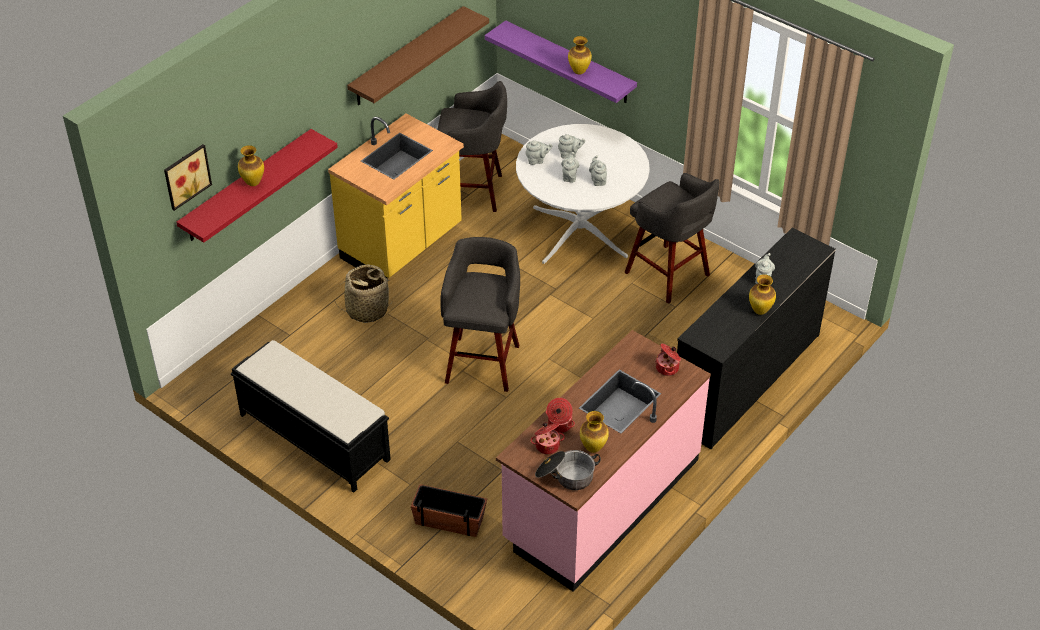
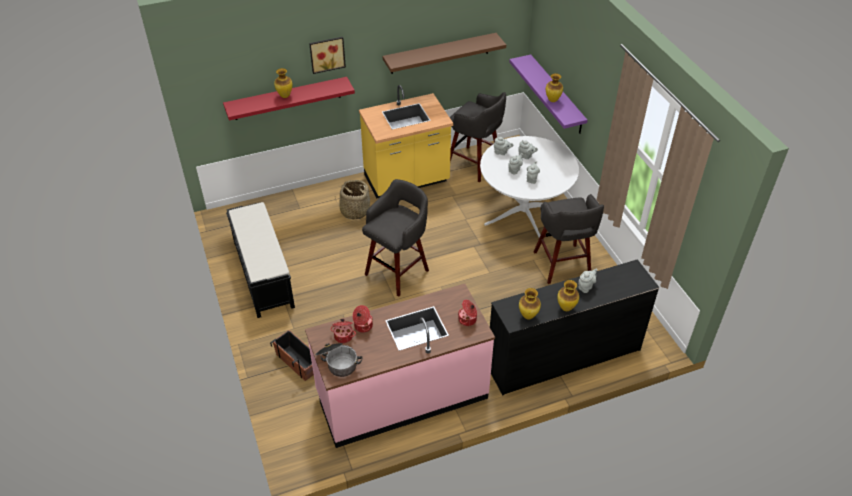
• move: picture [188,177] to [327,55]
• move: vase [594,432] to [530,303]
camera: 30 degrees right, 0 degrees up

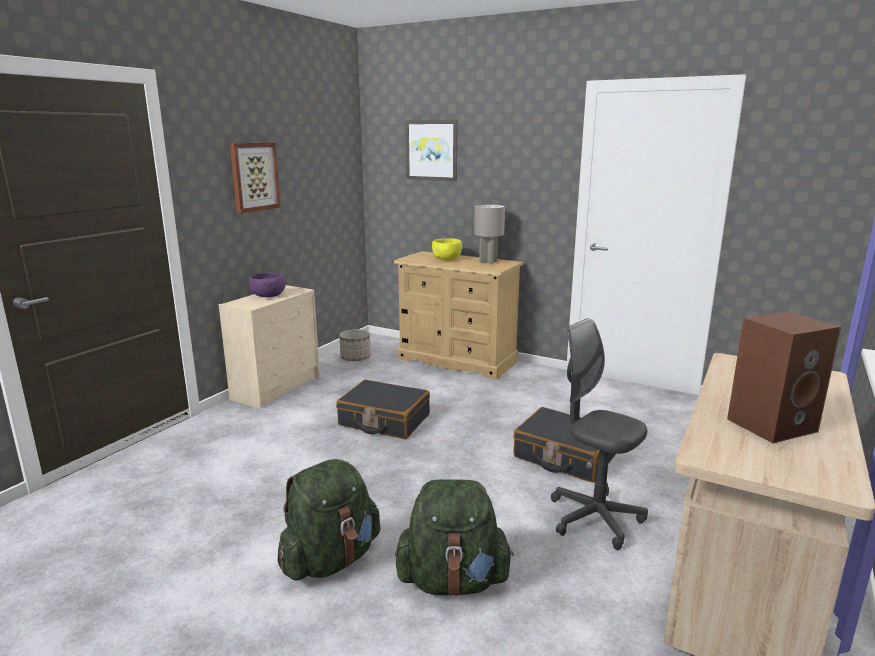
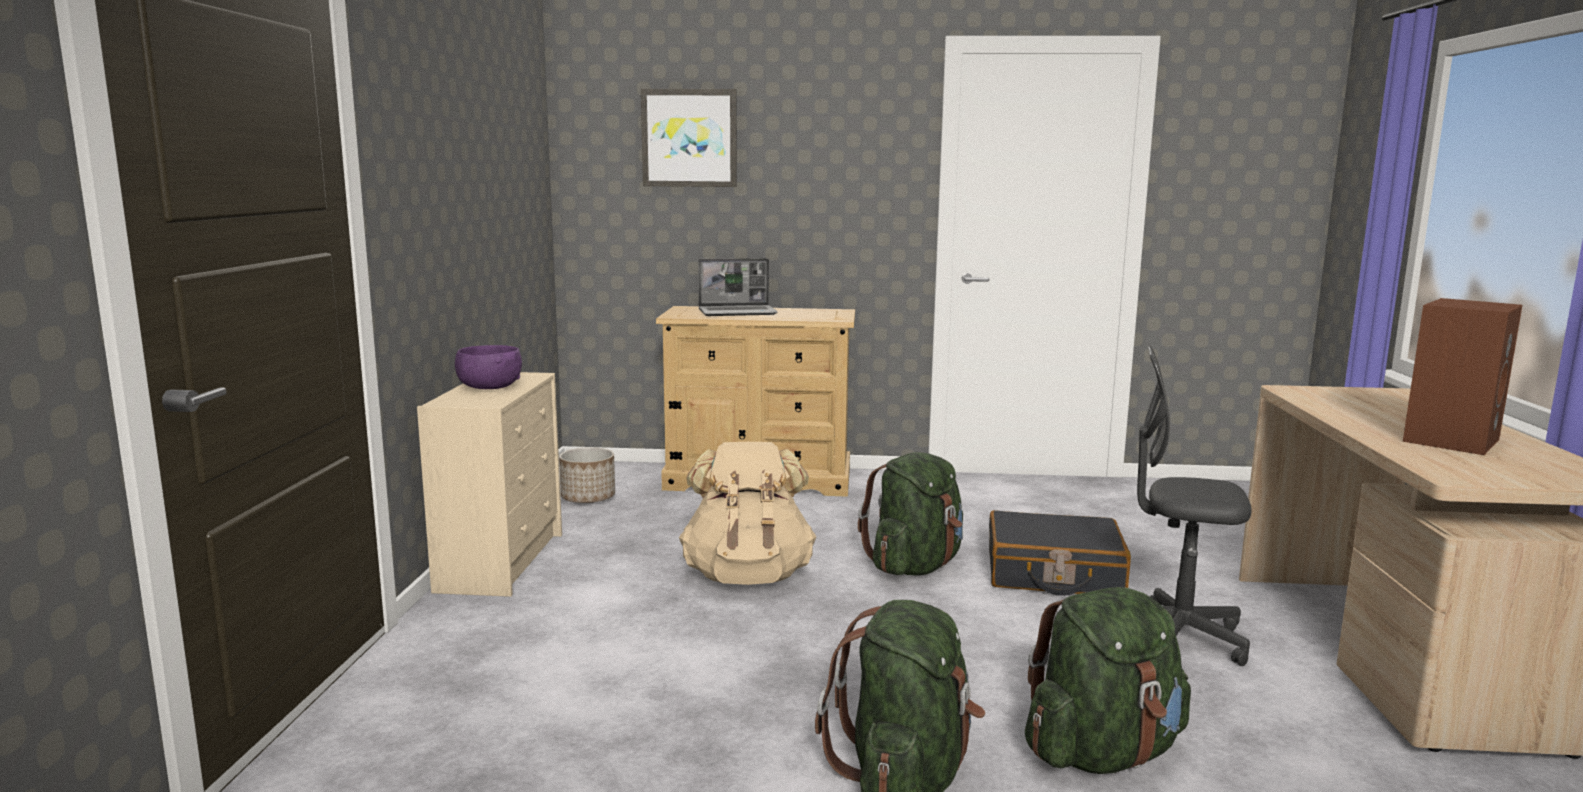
• replace: black suitcase [383,409] to beige backpack [748,513]
• replace: yellow bowl [447,249] to laptop [738,287]
• insert: green backpack [910,514]
• delete: picture [255,178]
• delete: grey table lamp [489,234]
camera: 25 degrees left, 5 degrees down

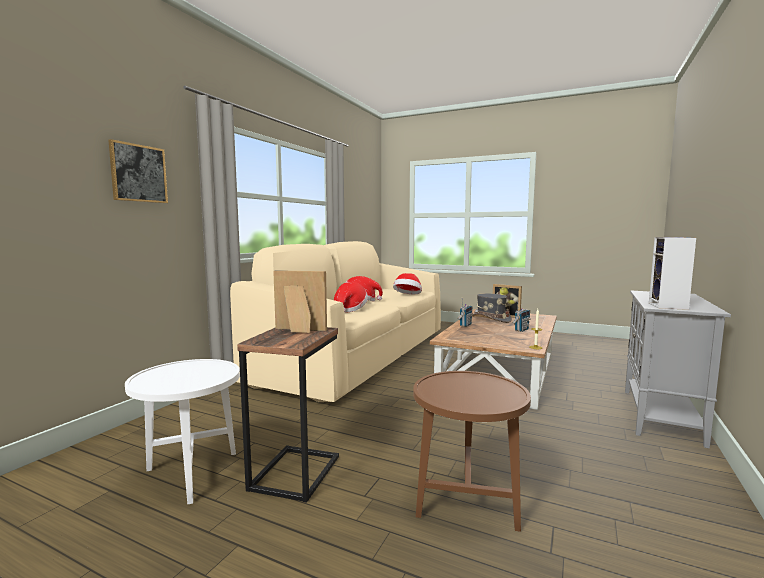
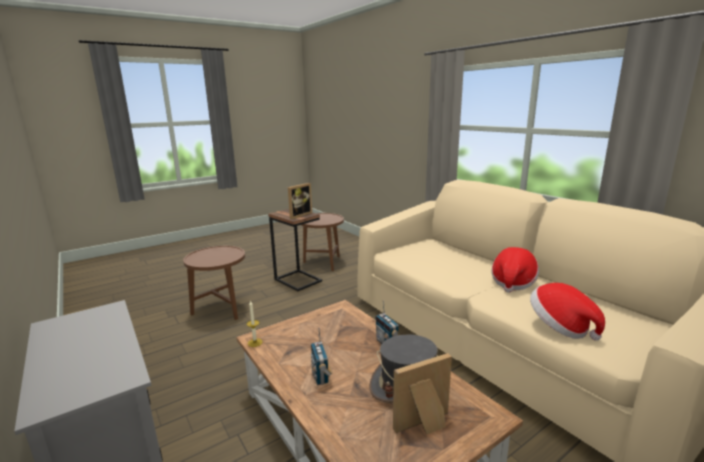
• recolor: white side table [182,432] to brown side table [322,242]
• delete: picture [138,171]
• delete: hat [351,297]
• delete: speaker [672,273]
camera: 120 degrees right, 10 degrees up

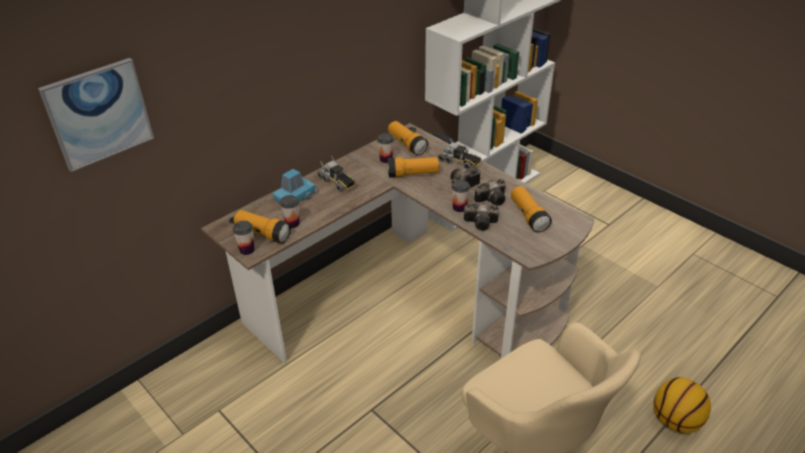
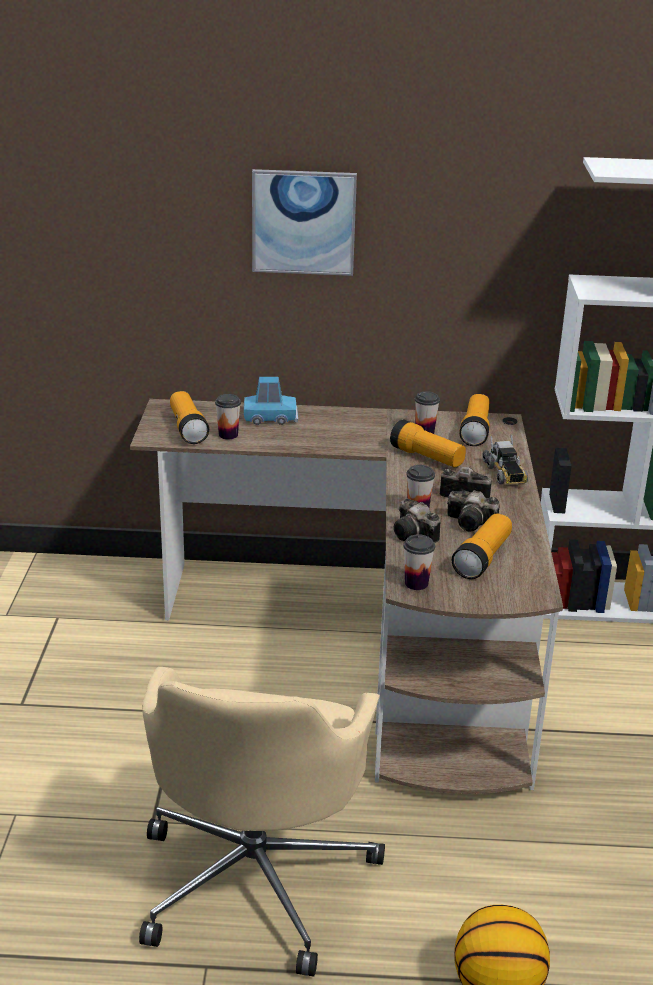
• move: picture [96,115] to [304,222]
• move: cup [244,238] to [419,562]
• delete: toy truck [336,173]
camera: 45 degrees right, 10 degrees down

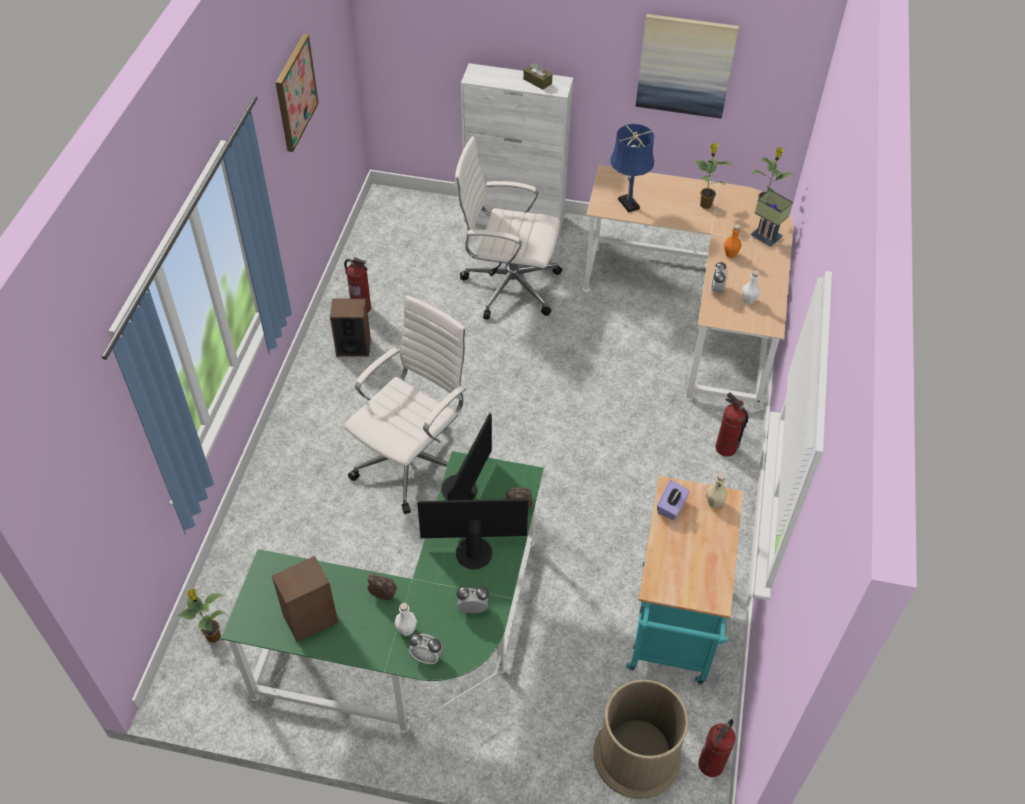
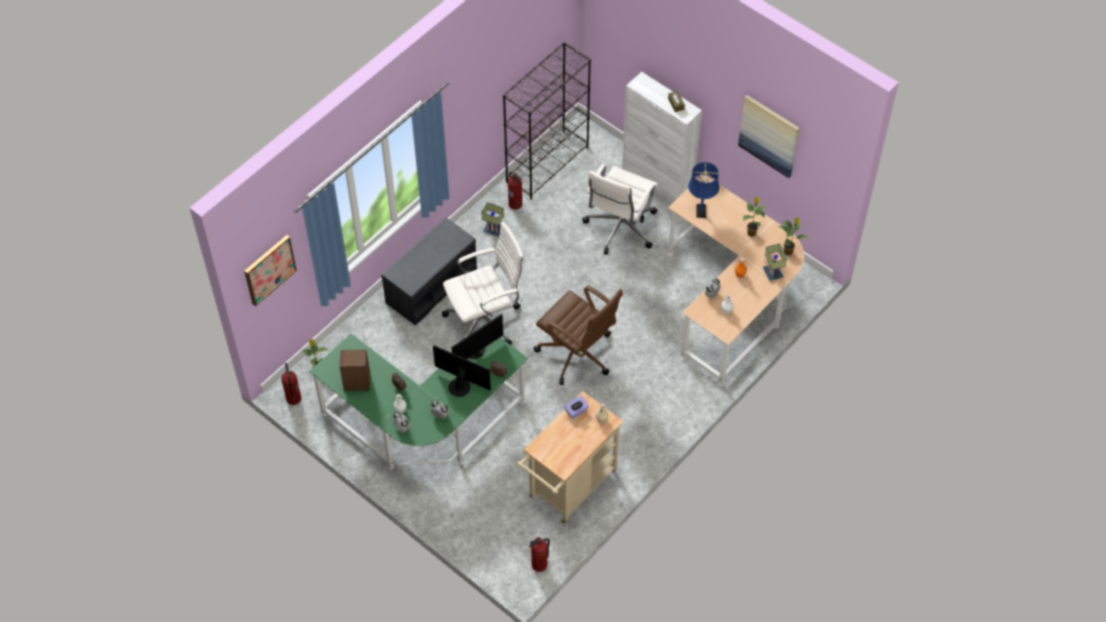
• move: picture [297,93] to [270,270]
• move: fire extinguisher [732,424] to [291,384]
• insert: grey bench [429,272]
• replace: speaker [350,327] to table lamp [492,219]
• insert: black bookcase [547,121]
• recolor: turquoise cart [684,580] to beige cart [570,457]
• insert: brown office chair [578,335]
• rotate: white office chair [508,228] = [620,209] 105 degrees counterclockwise
• delete: brown trash can [640,739]
camera: 30 degrees right, 5 degrees up

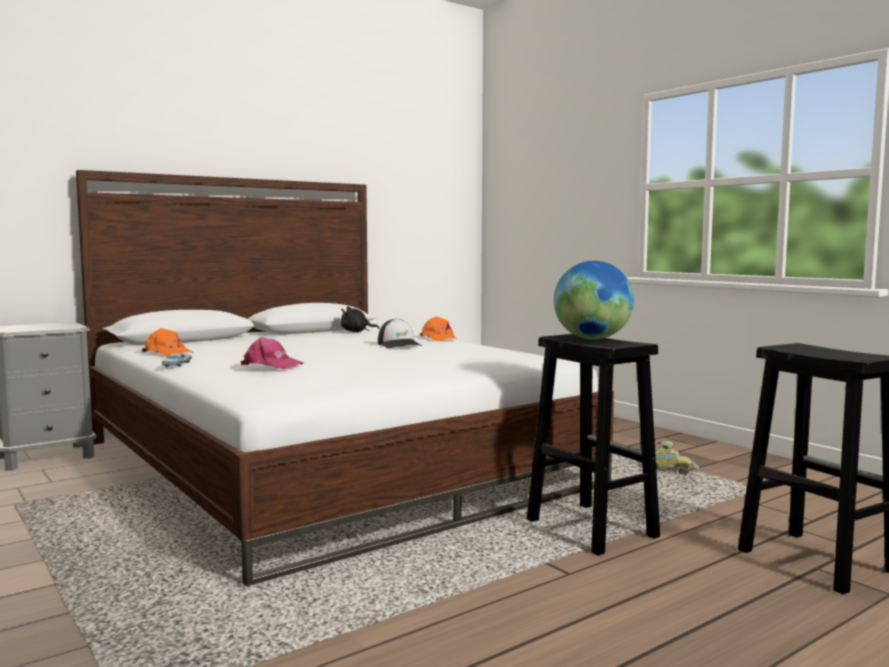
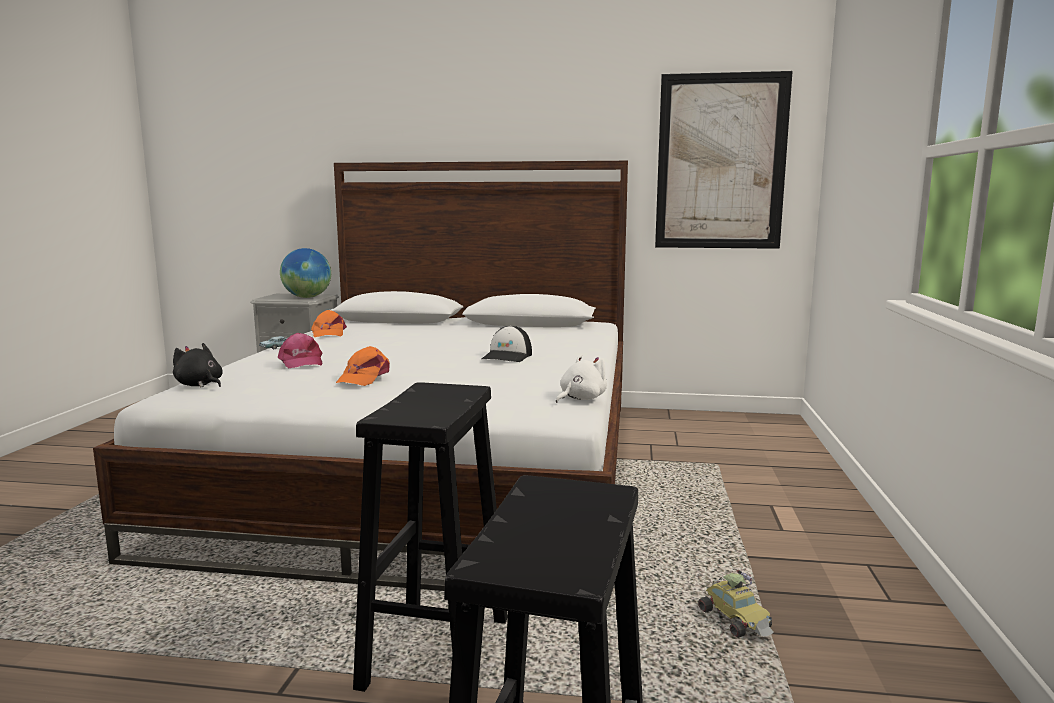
• move: black plush toy [359,319] to [198,365]
• move: globe [594,300] to [305,273]
• move: orange cap [439,328] to [363,366]
• insert: white plush toy [581,379]
• insert: picture [724,160]
camera: 45 degrees right, 5 degrees up

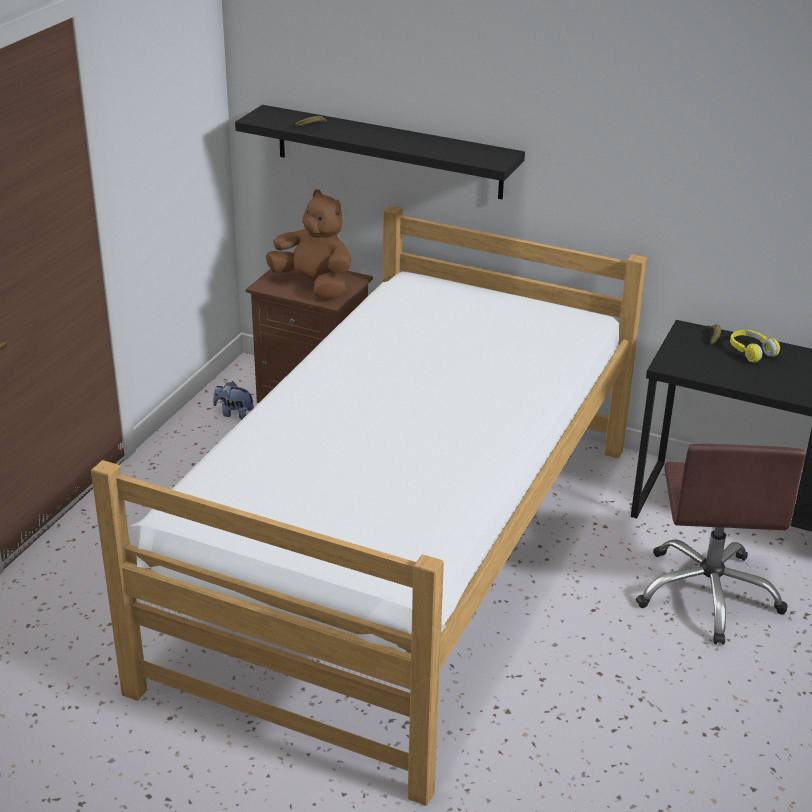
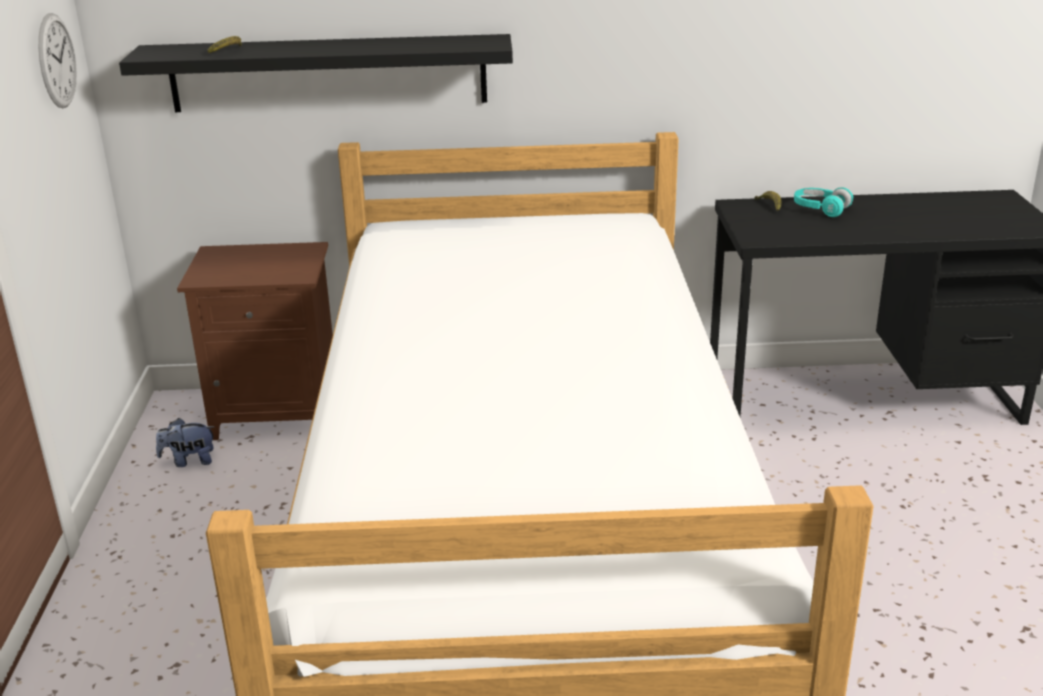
• insert: wall clock [57,60]
• recolor: yellow headphones [755,346] to turquoise headphones [823,202]
• delete: brown plush toy [308,244]
• delete: brown office chair [721,544]
camera: 25 degrees left, 5 degrees down

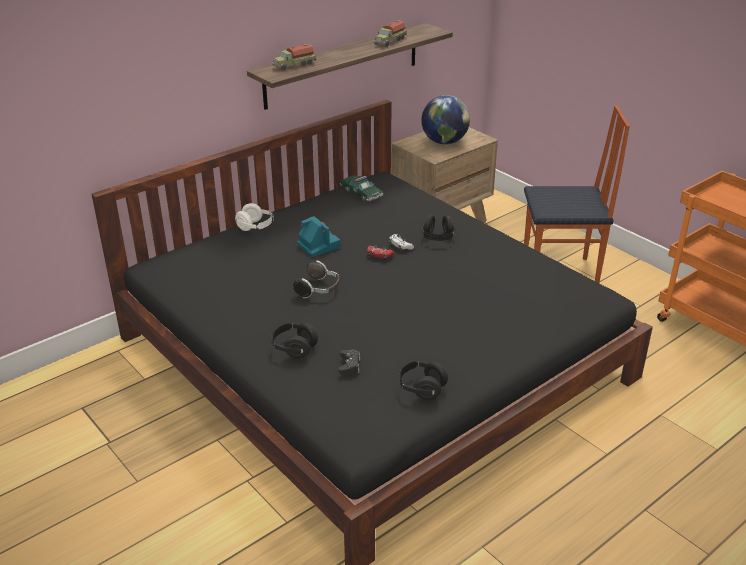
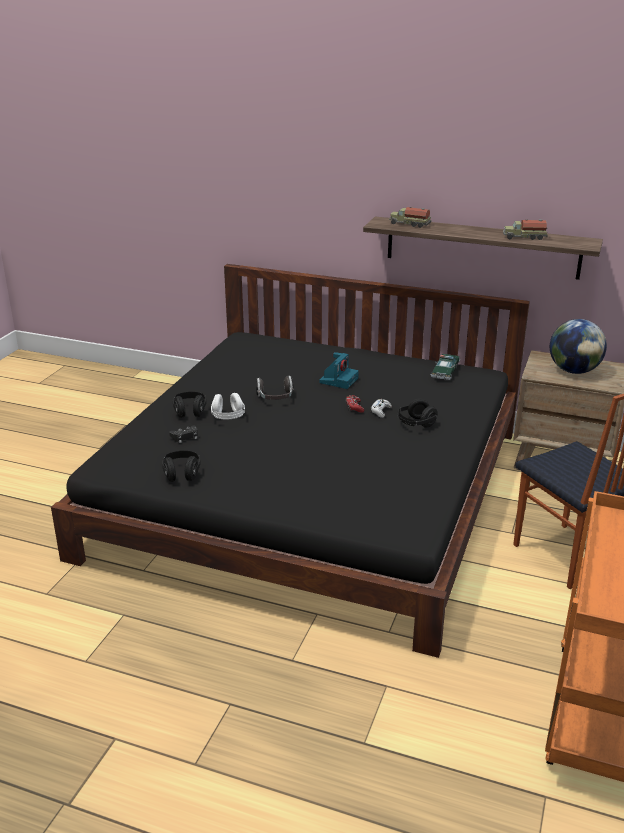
• move: white headphones [254,217] to [228,406]
camera: 60 degrees right, 5 degrees down

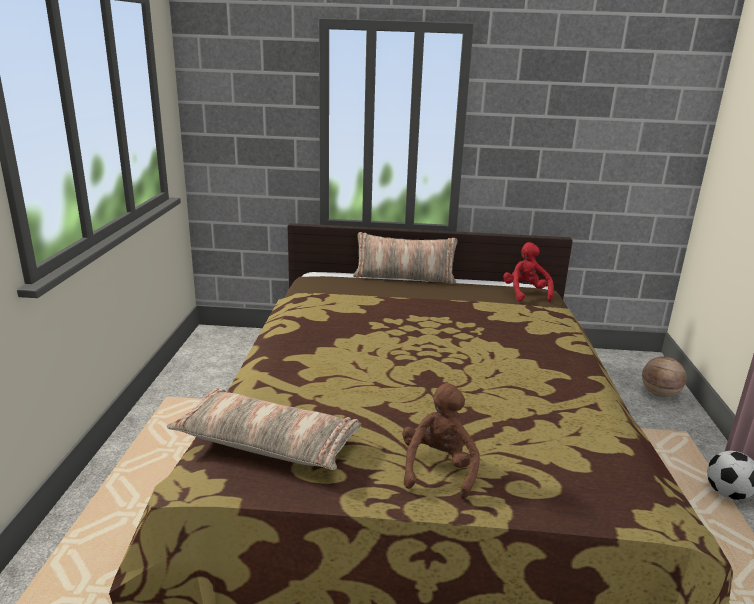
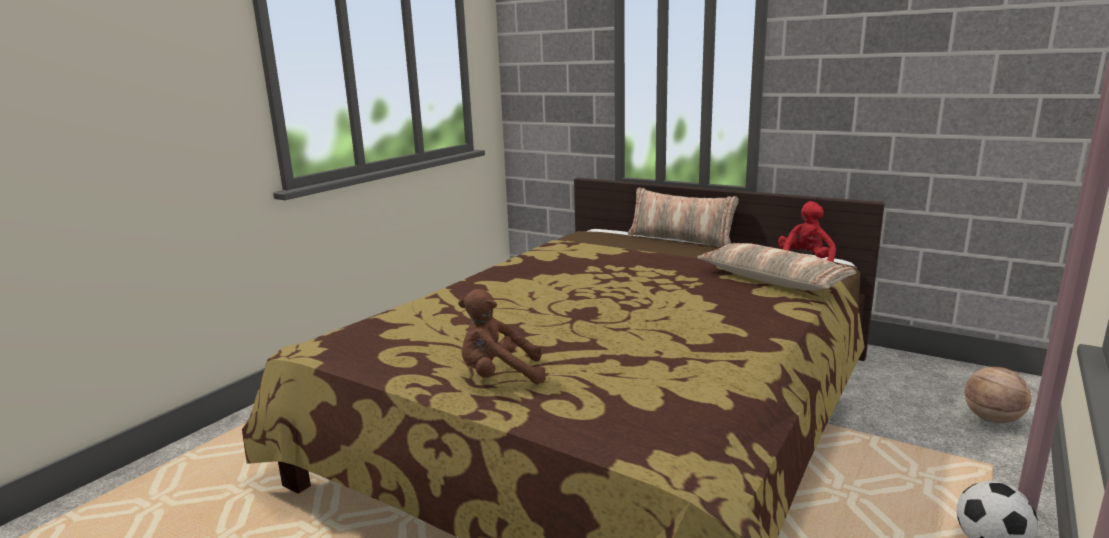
• rotate: brown plush toy [441,441] = [502,336] 135 degrees counterclockwise
• move: pillow [264,429] to [777,266]
camera: 30 degrees right, 5 degrees down

